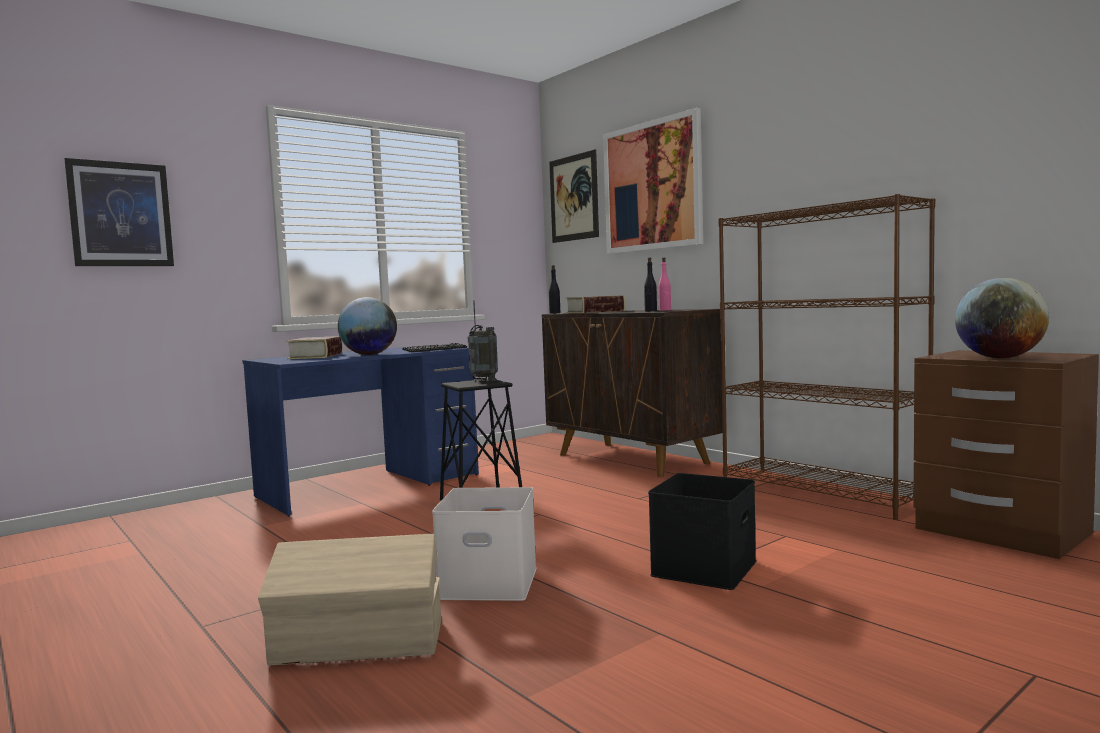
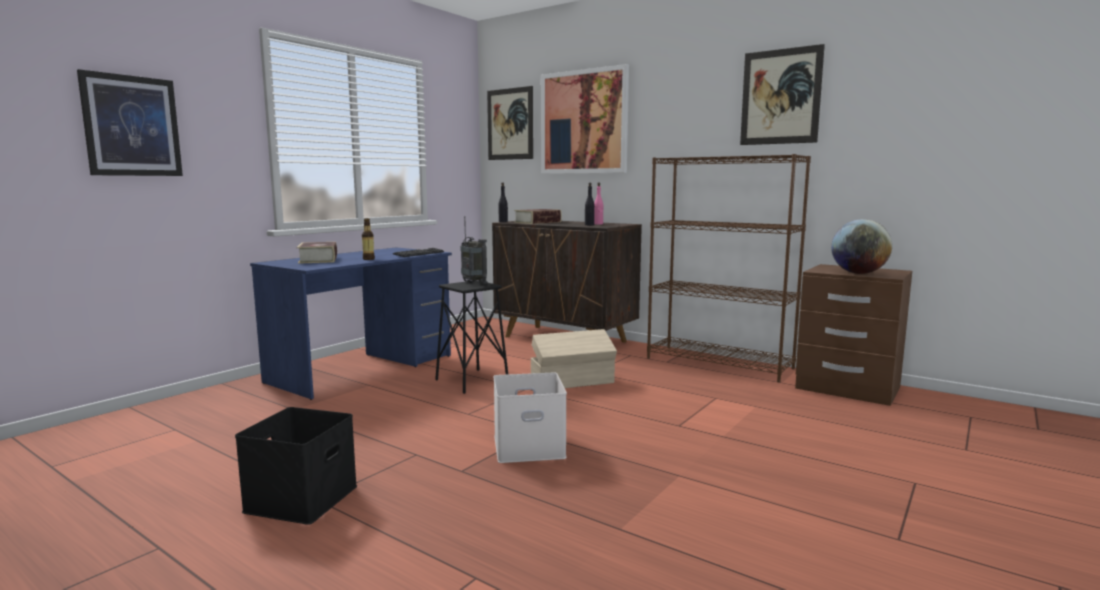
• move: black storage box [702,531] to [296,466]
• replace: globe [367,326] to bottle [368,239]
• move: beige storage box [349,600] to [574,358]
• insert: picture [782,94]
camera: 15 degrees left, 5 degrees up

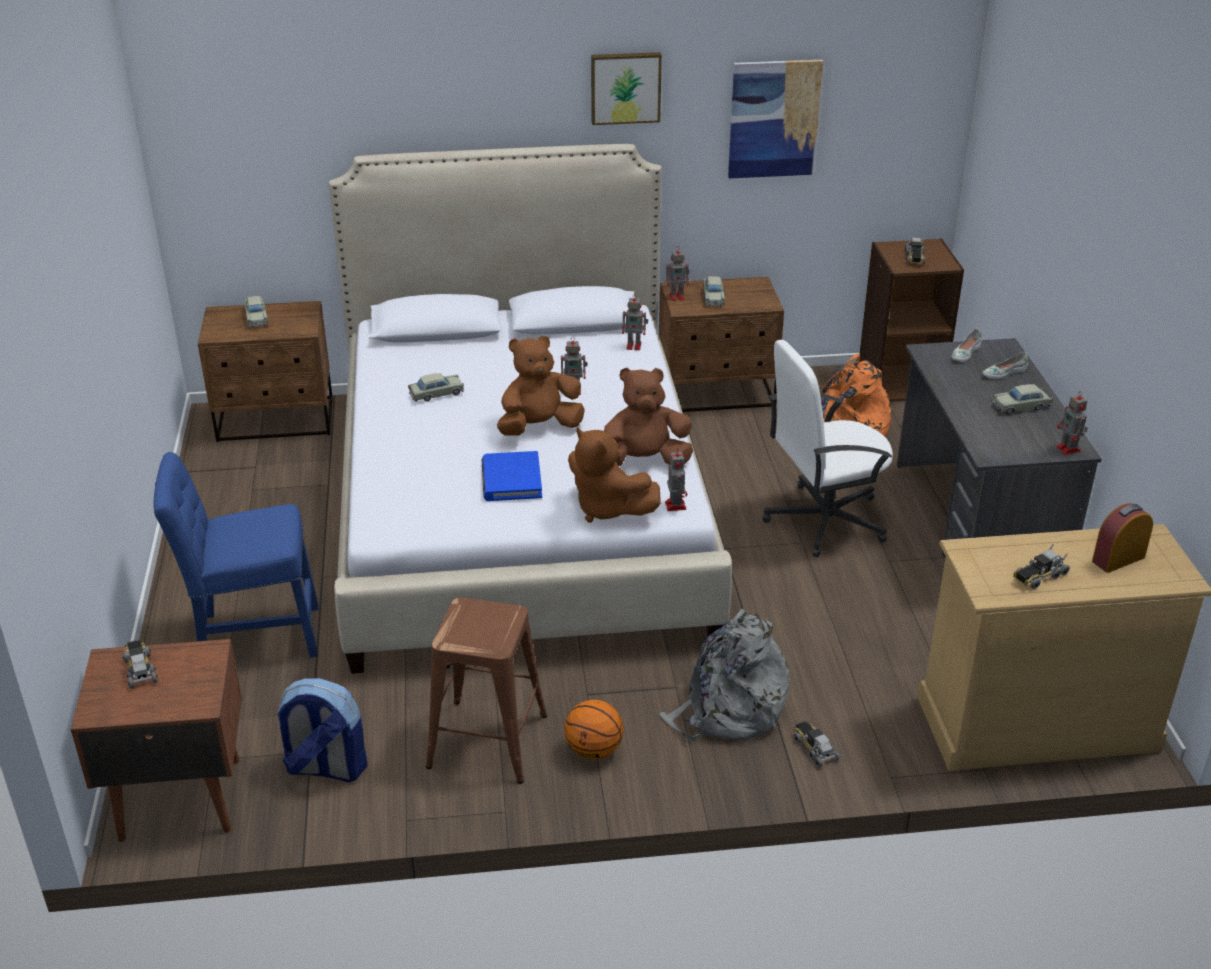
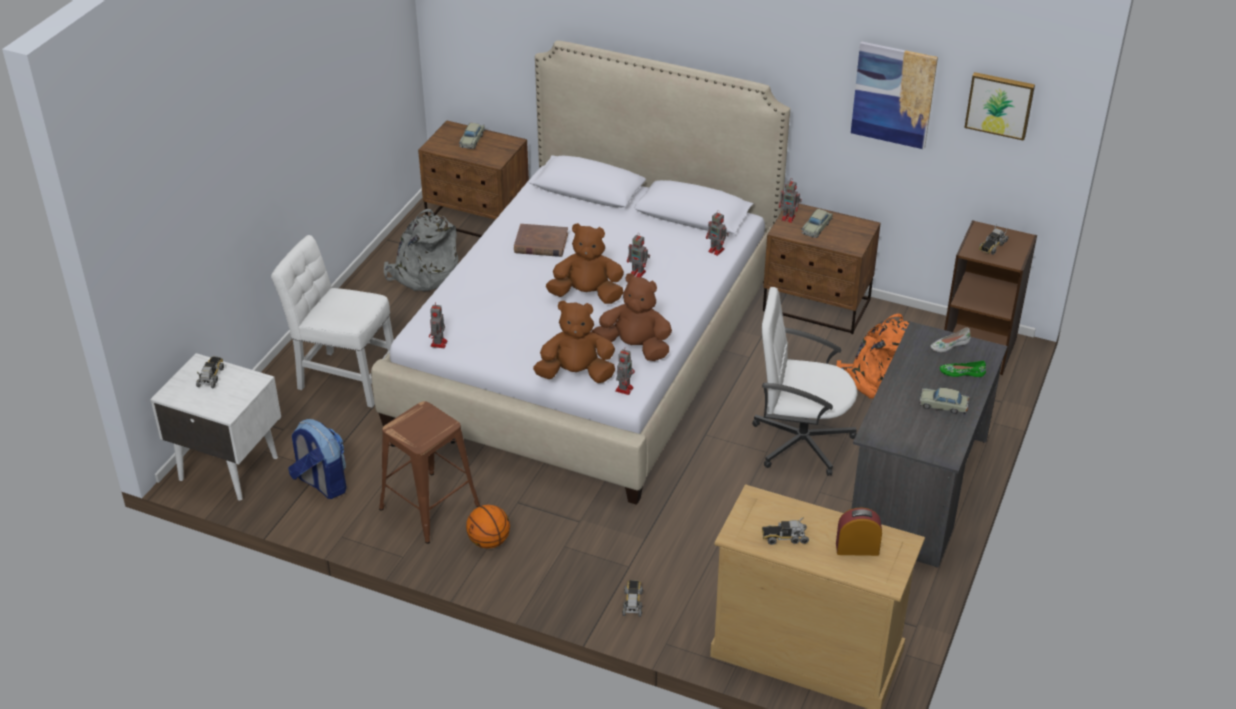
• recolor: brown nightstand [156,740] to white nightstand [215,426]
• recolor: blue chair [236,555] to white chair [332,321]
• move: grey backpack [724,675] to [421,250]
• move: toy robot [1072,423] to [438,325]
• replace: beige toy car [436,387] to brown book [541,240]
• rotate: brown plush toy [614,474] = [574,342] 105 degrees clockwise
• recolor: white shoe [1005,365] to green shoe [963,369]
• move: picture [626,88] to [999,106]
• delete: blue book [512,476]
camera: 30 degrees right, 5 degrees up

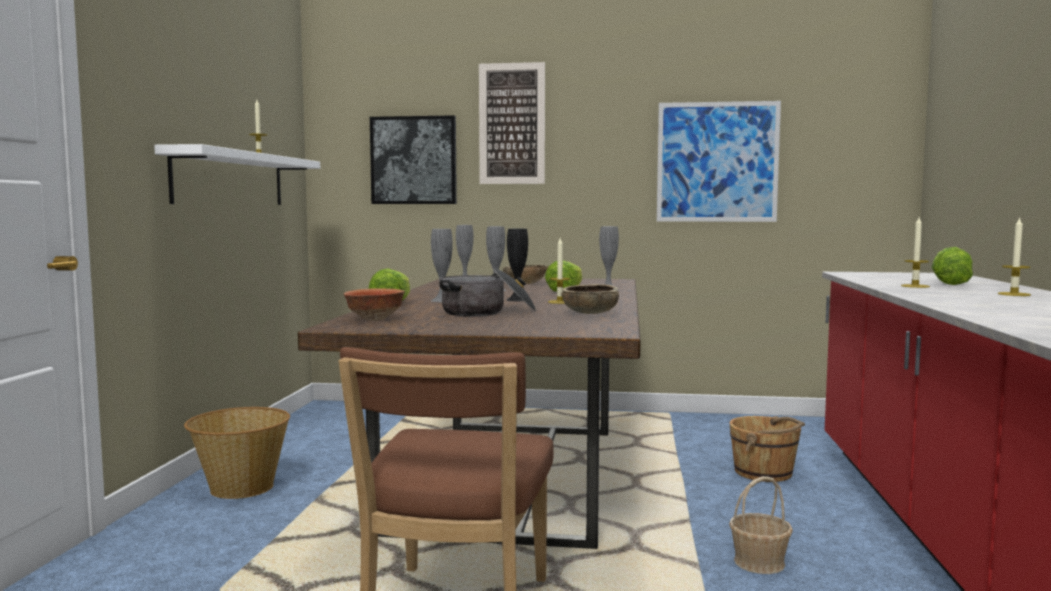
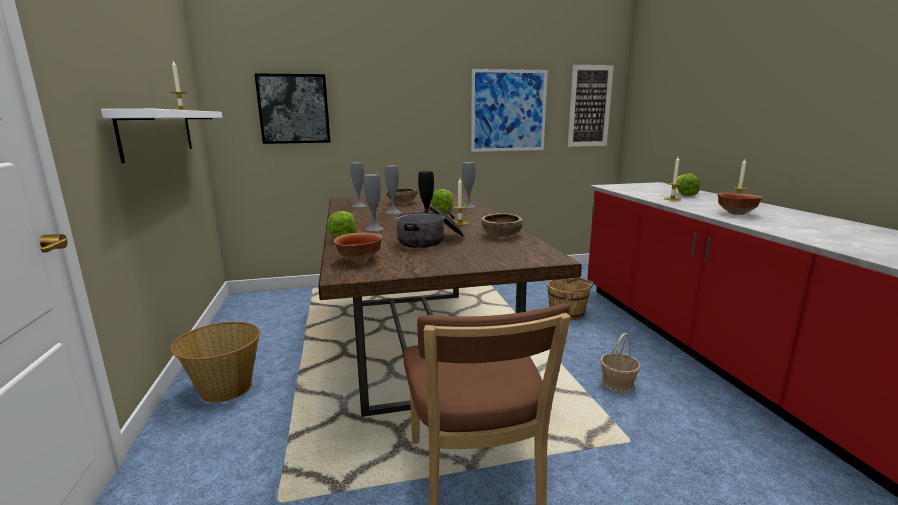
• move: picture [512,123] to [591,106]
• insert: bowl [739,204]
camera: 20 degrees left, 10 degrees up

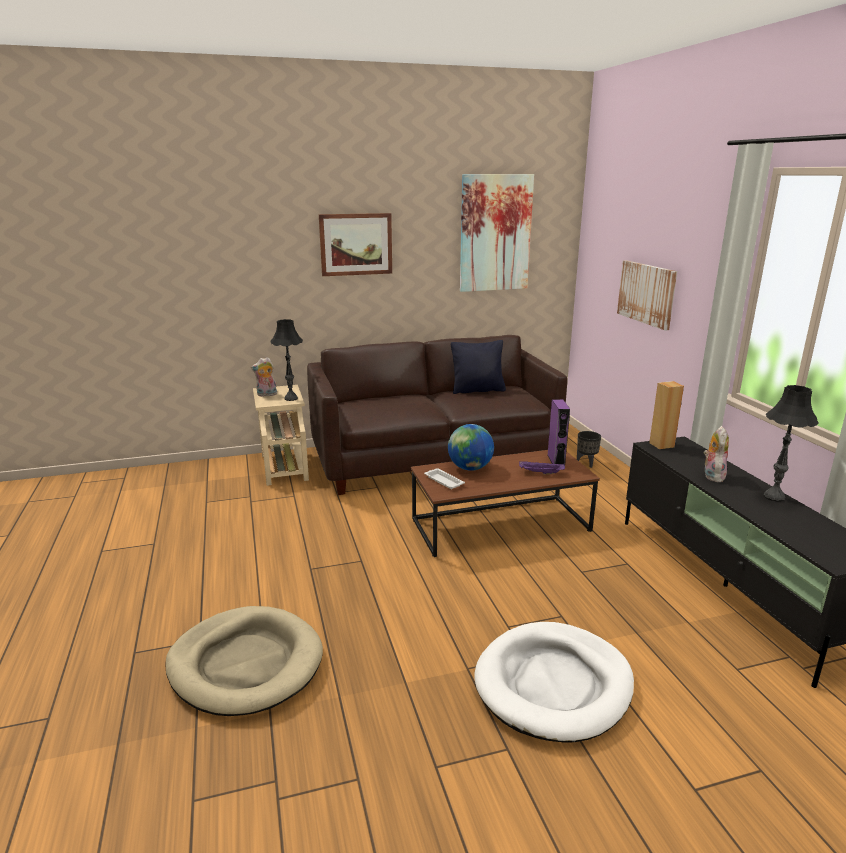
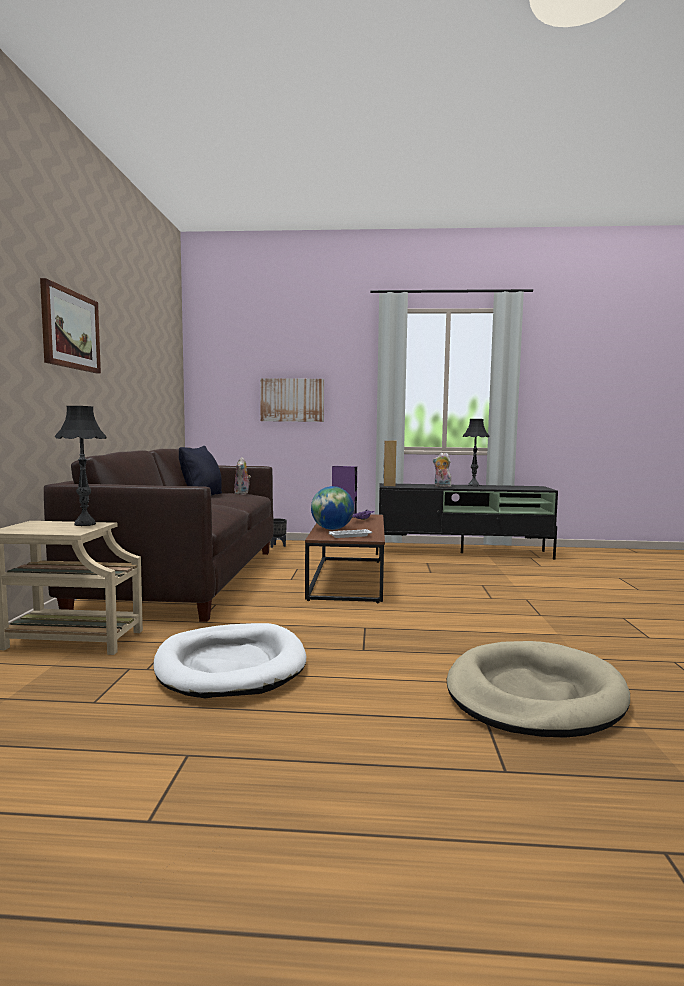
• move: white dog bed [554,682] to [230,661]
• move: plush toy [264,377] to [242,476]
• delete: picture [497,233]
camera: 70 degrees left, 15 degrees down

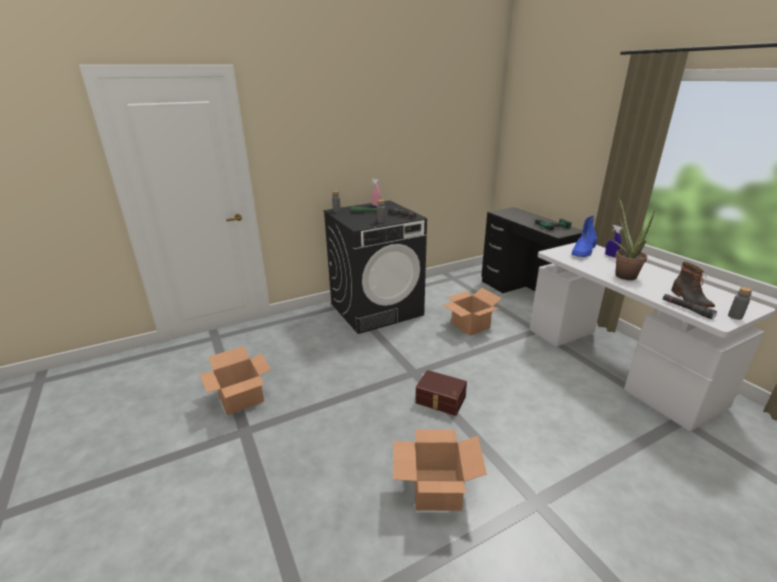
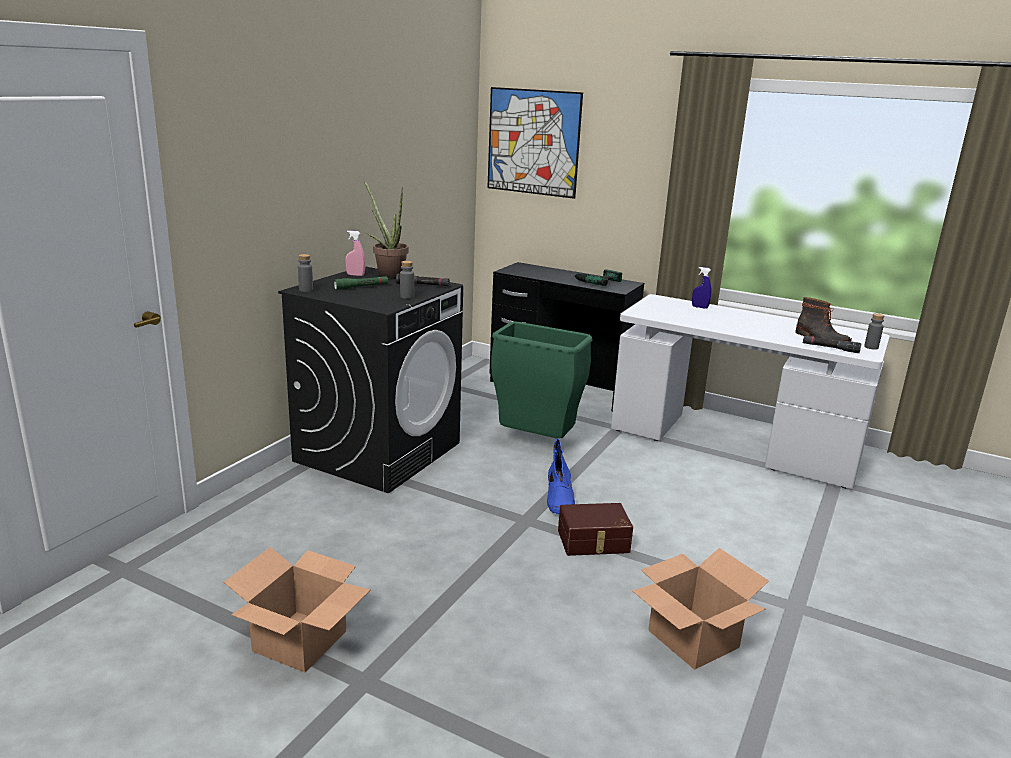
• move: potted plant [633,239] to [386,228]
• insert: picture [535,143]
• replace: cardboard box [472,312] to green trash can [541,380]
• move: blue boot [584,236] to [561,476]
camera: 35 degrees left, 5 degrees down

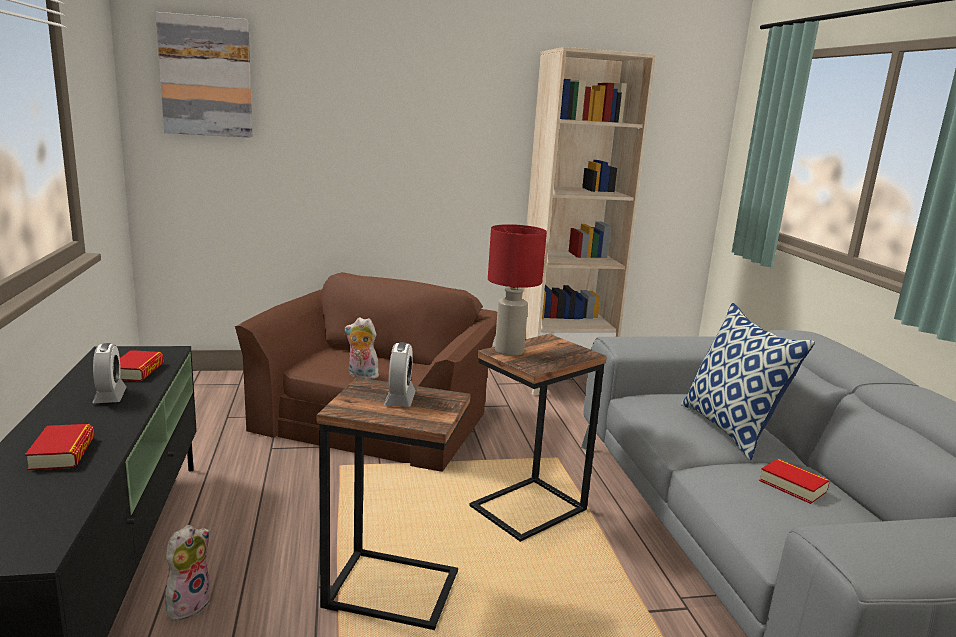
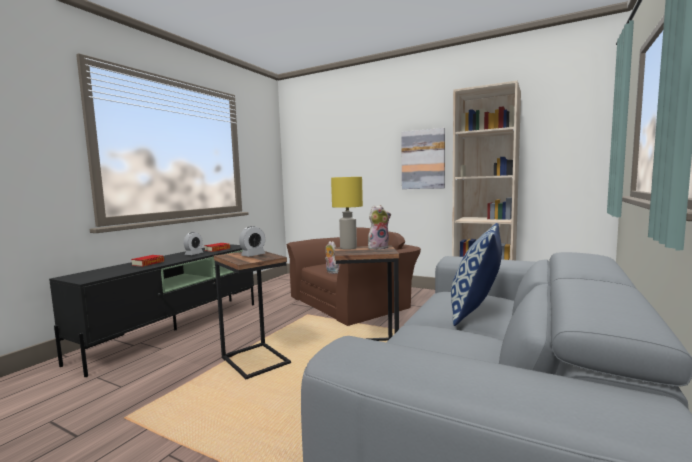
• recolor: red table lamp [517,290] to yellow table lamp [347,213]
• move: plush toy [187,573] to [379,227]
• move: picture [204,75] to [423,158]
• delete: book [794,481]
camera: 40 degrees right, 10 degrees down

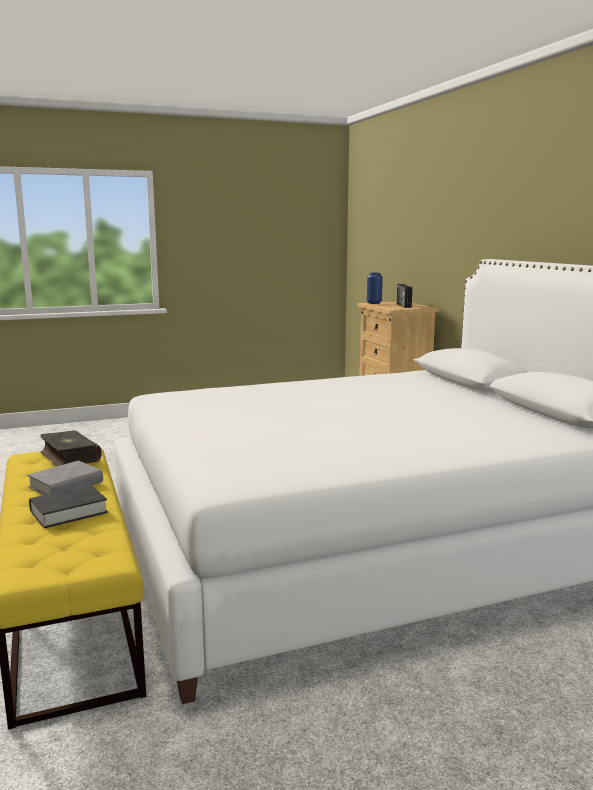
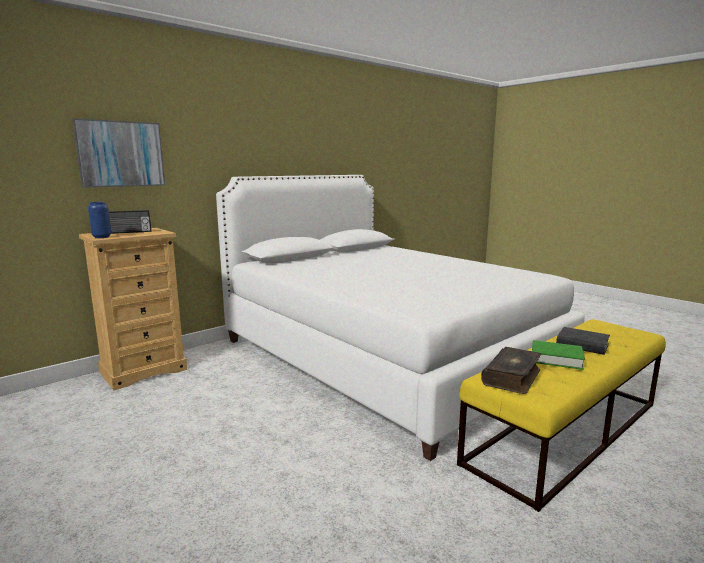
• insert: picture [118,153]
• recolor: grey book [65,477] to green book [558,355]
camera: 110 degrees left, 0 degrees up

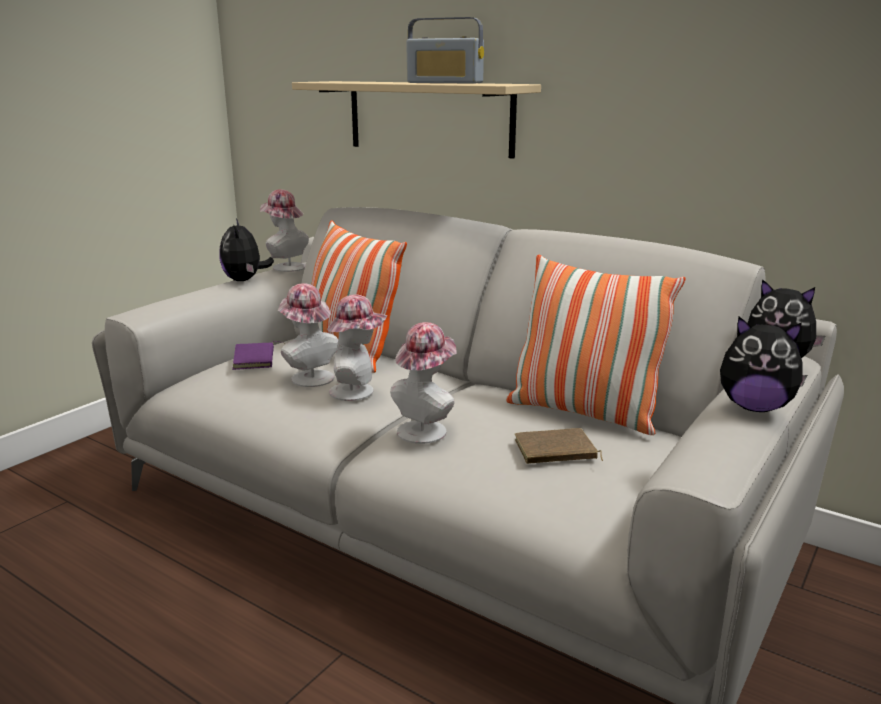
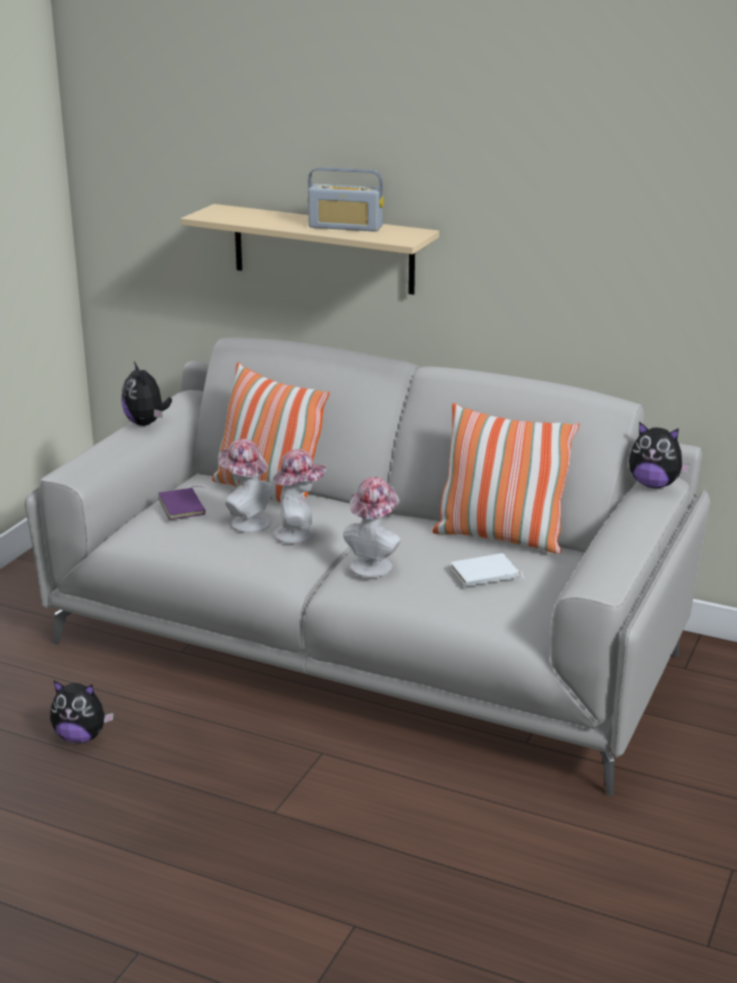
• move: plush toy [763,364] to [82,711]
• recolor: brown book [559,446] to white book [487,569]
• delete: hat [284,230]
camera: 10 degrees left, 5 degrees up

